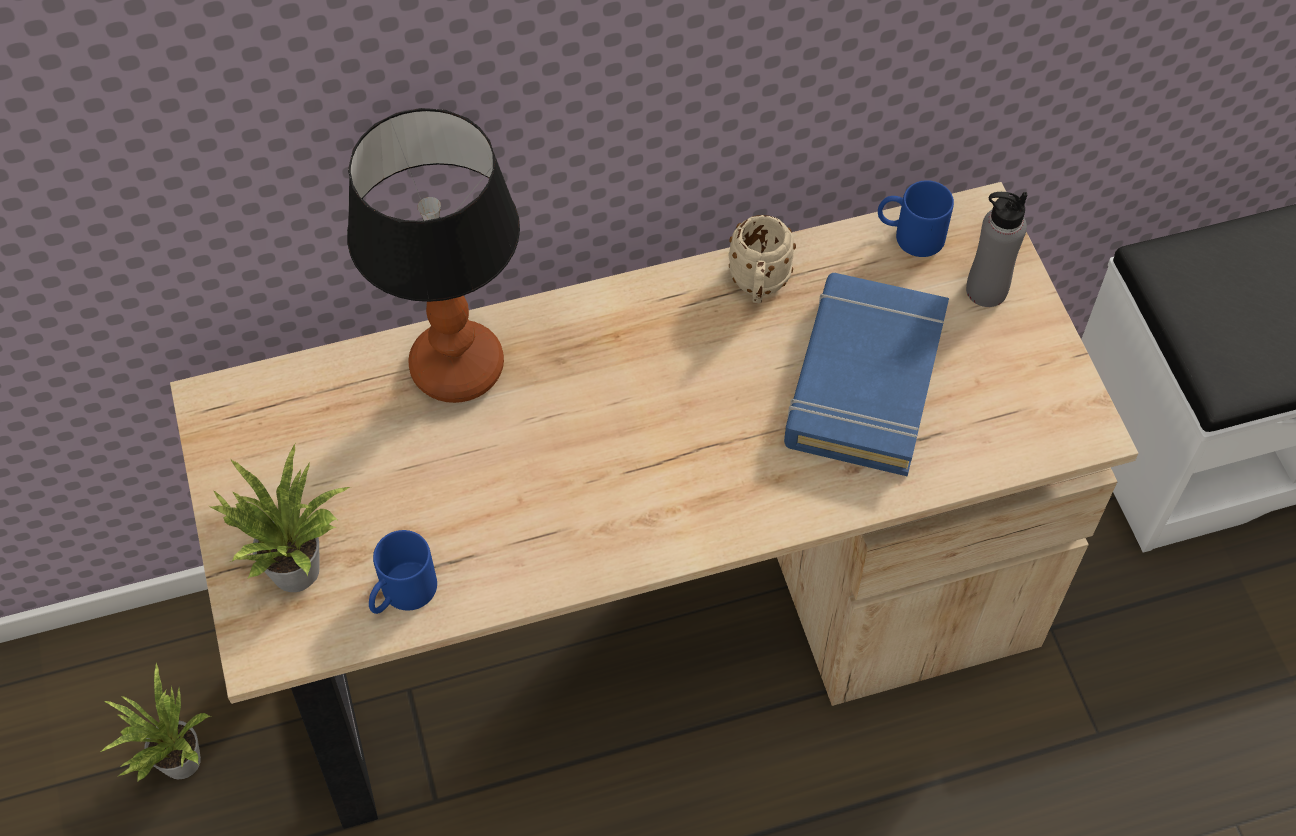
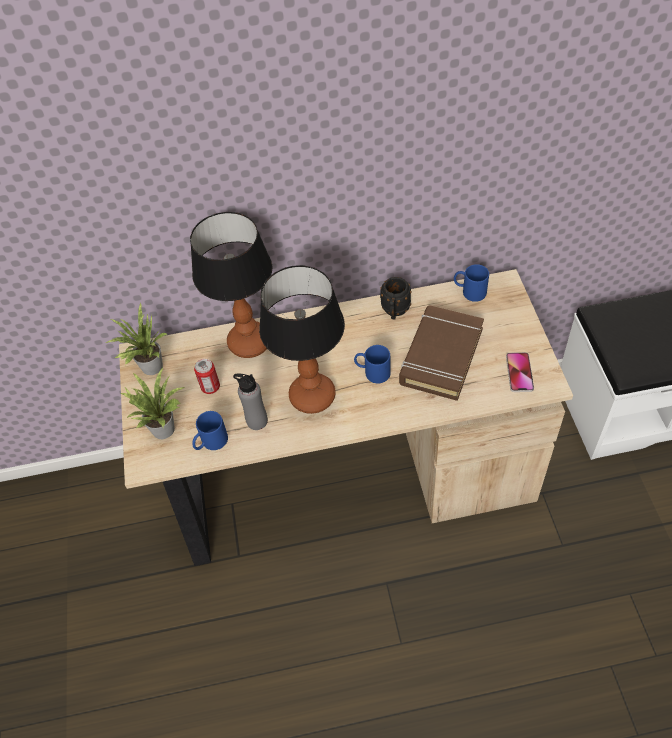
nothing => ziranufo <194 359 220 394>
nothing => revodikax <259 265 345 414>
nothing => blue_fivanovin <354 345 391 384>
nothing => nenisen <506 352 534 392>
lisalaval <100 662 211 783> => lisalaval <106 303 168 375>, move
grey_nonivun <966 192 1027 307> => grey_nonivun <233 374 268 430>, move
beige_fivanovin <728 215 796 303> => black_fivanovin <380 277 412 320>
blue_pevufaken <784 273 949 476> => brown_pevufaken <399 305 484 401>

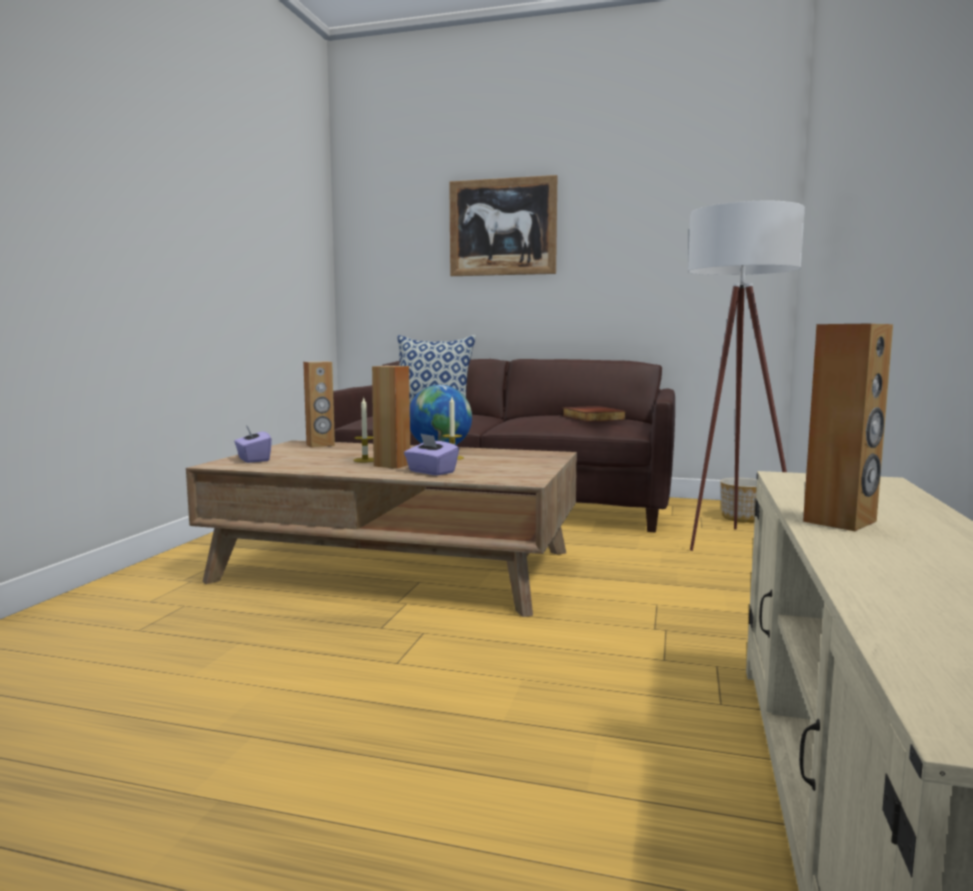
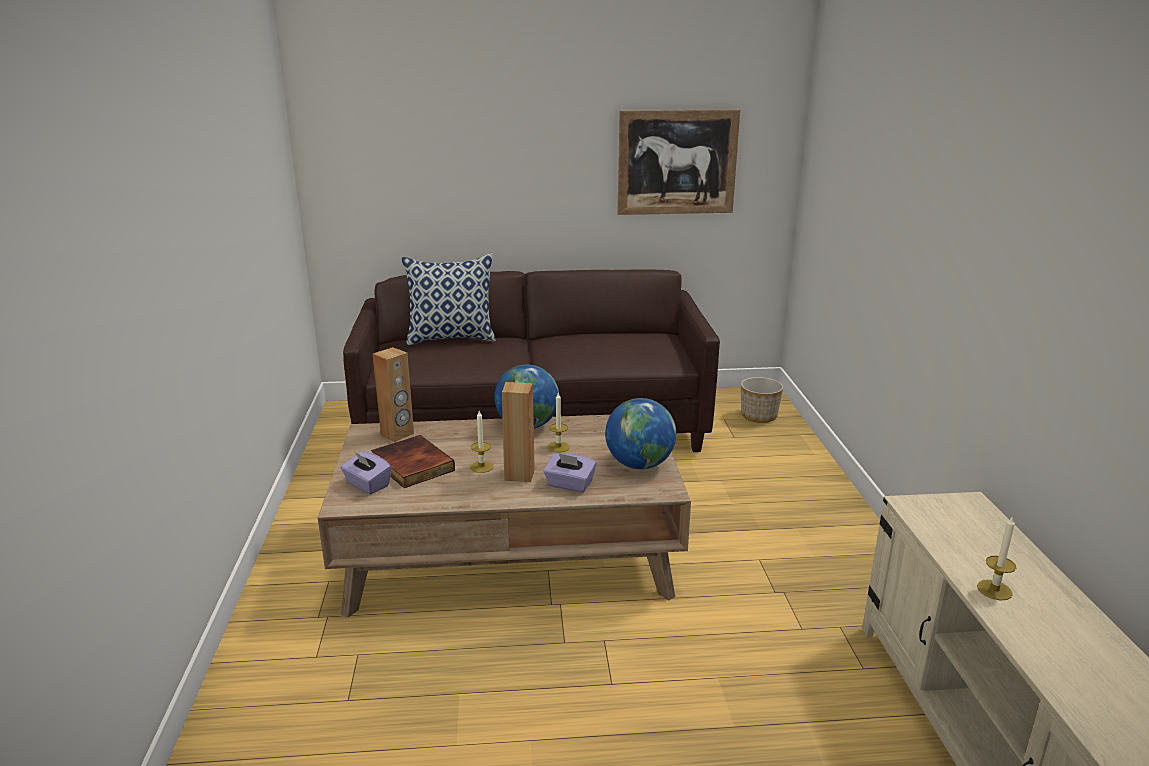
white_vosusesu <688 201 805 551> => nothing
nothing => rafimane <605 398 676 469>
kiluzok <449 175 557 276> => kiluzok <617 109 740 215>, move
pevufaken <562 406 626 422> => pevufaken <371 435 455 488>, move
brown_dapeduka <803 323 893 531> => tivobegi <977 516 1016 600>

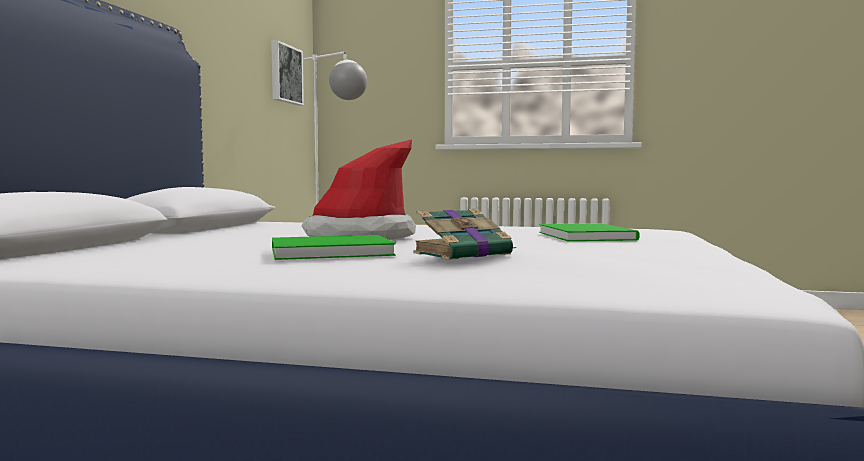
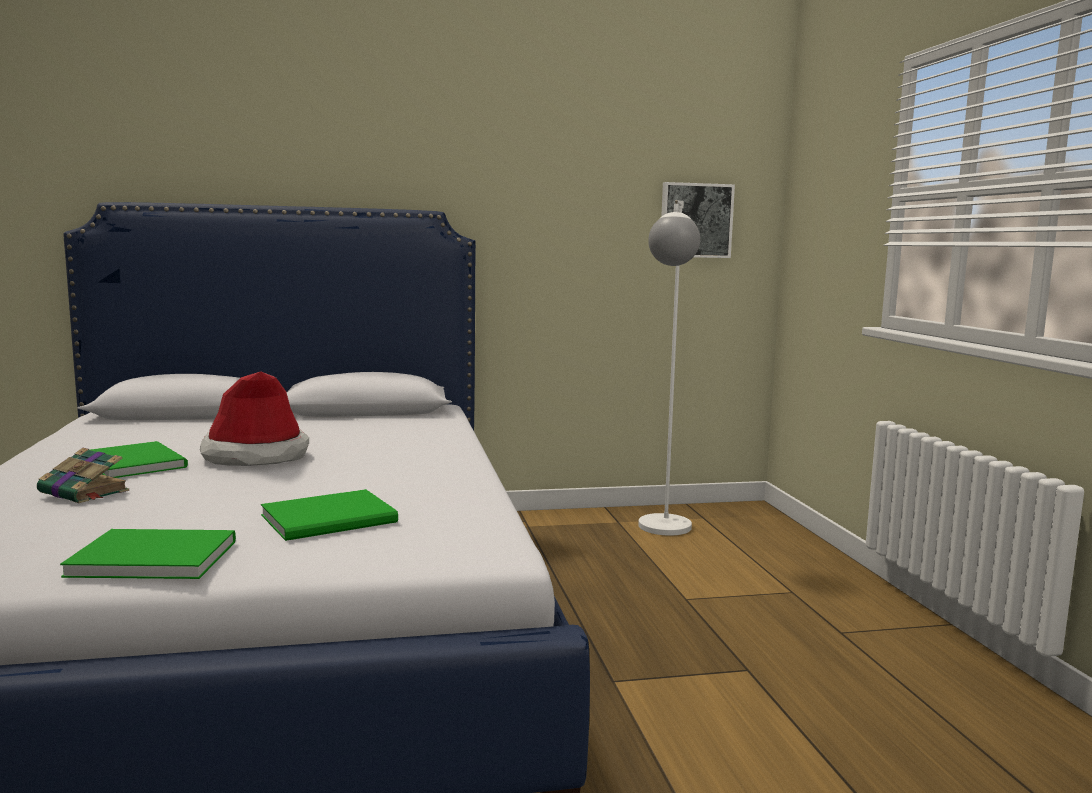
nothing => green_pevufaken <60 529 236 579>

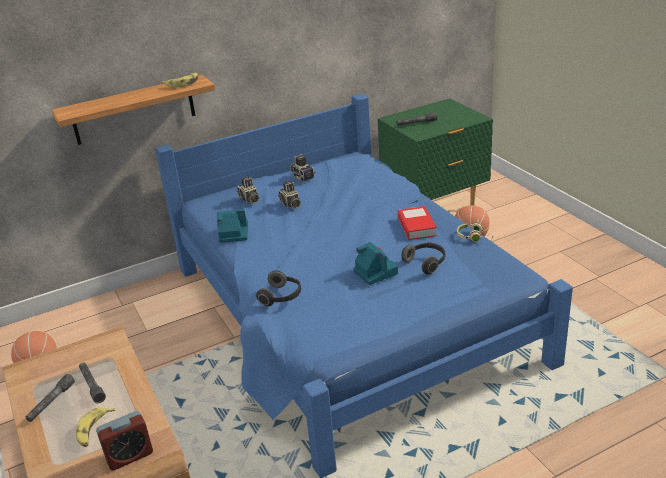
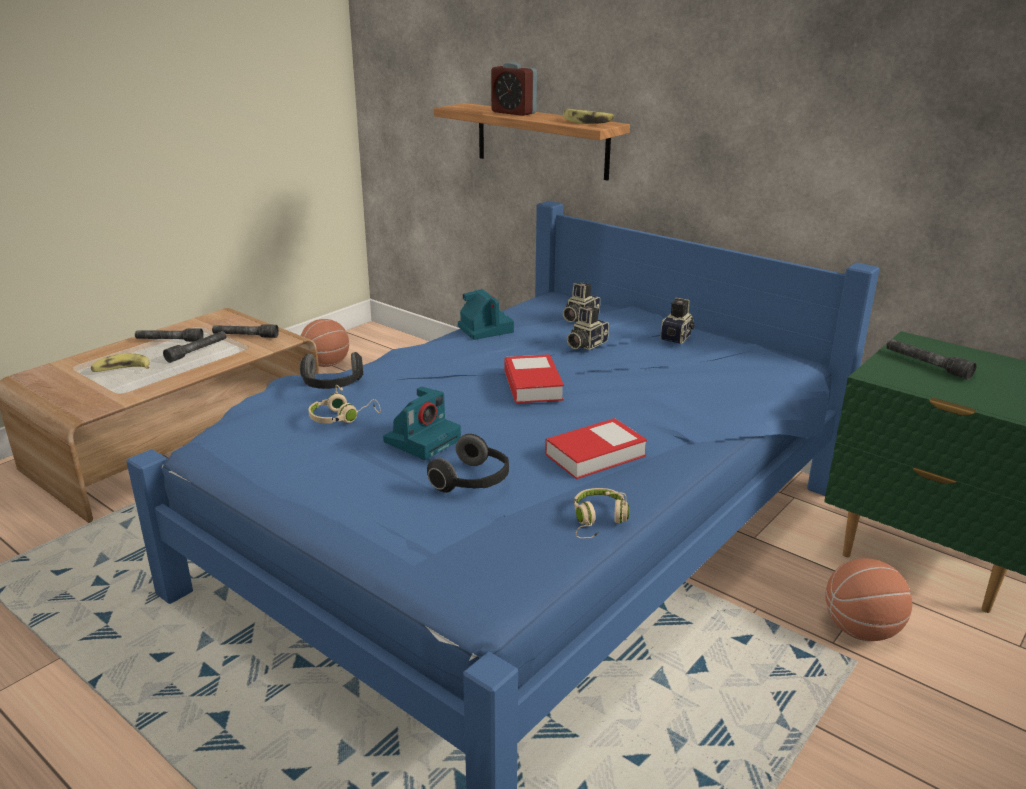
nothing => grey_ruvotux <212 324 279 338>
nothing => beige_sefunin <308 385 381 424>
nothing => pevufaken <504 354 564 403>
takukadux <96 411 153 471> => takukadux <491 62 537 116>, move

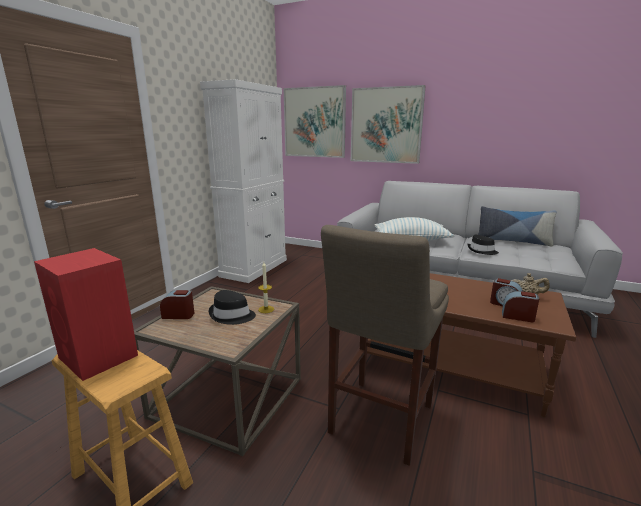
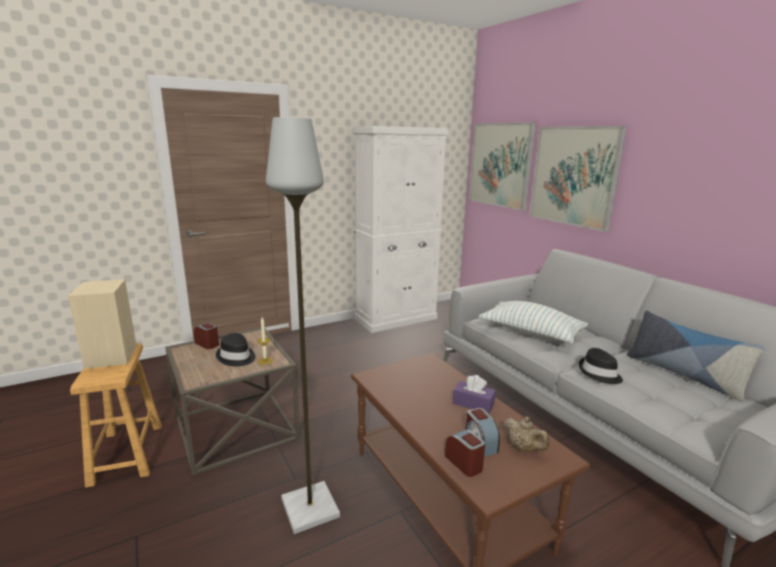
nothing => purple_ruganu <453 375 496 414>
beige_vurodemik <321 225 449 466> => grey_vosusesu <266 117 340 534>
red_dapeduka <34 248 138 381> => beige_dapeduka <68 279 137 369>

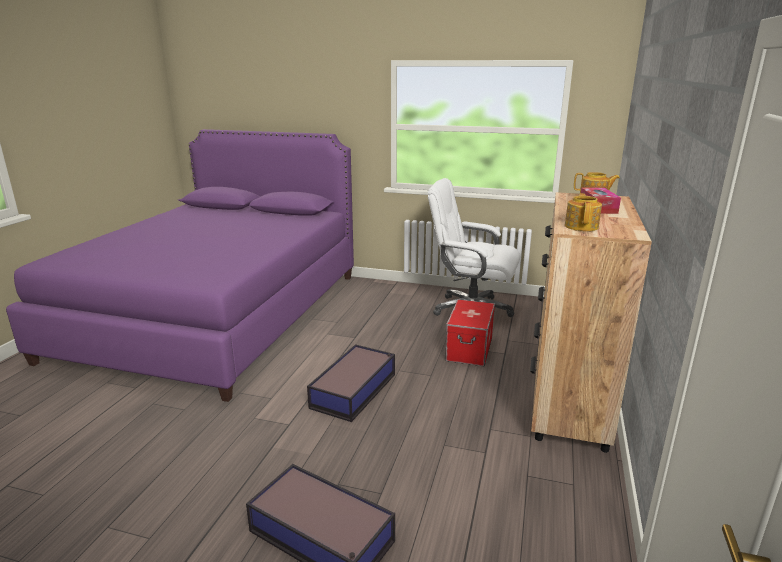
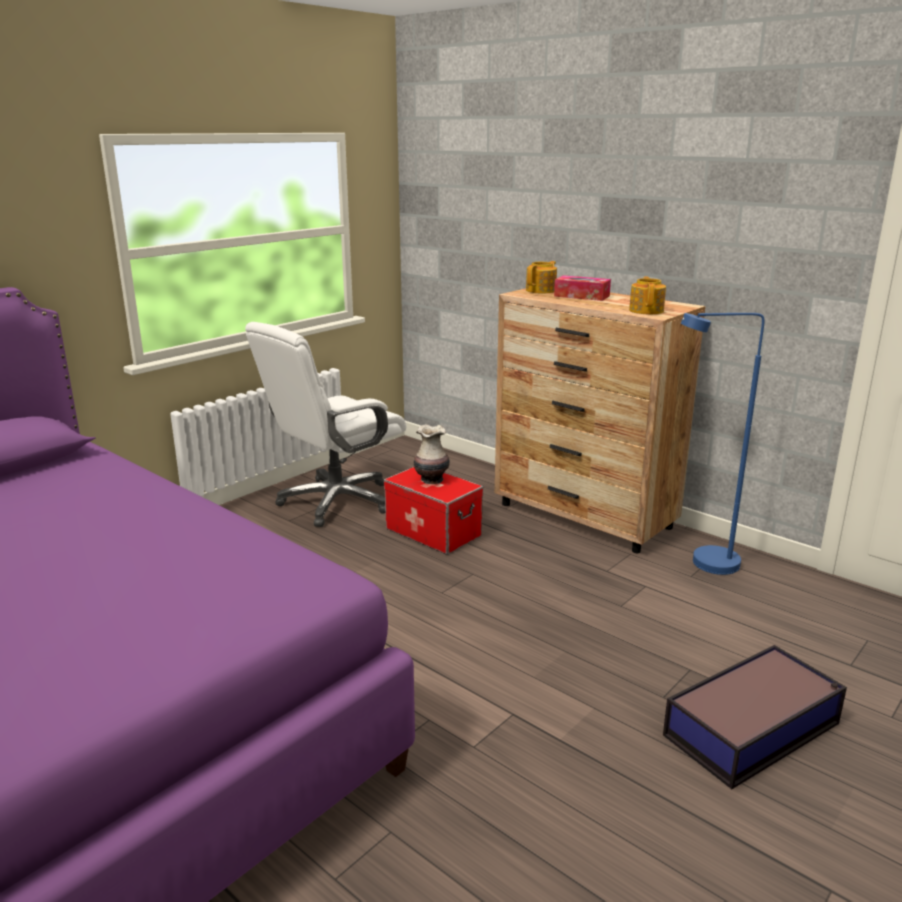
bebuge <307 344 395 422> => nothing
nothing => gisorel <414 424 450 484>
nothing => blue_vosusesu <681 313 765 575>
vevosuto <565 193 602 231> => vevosuto <629 277 666 314>, 60 degrees clockwise

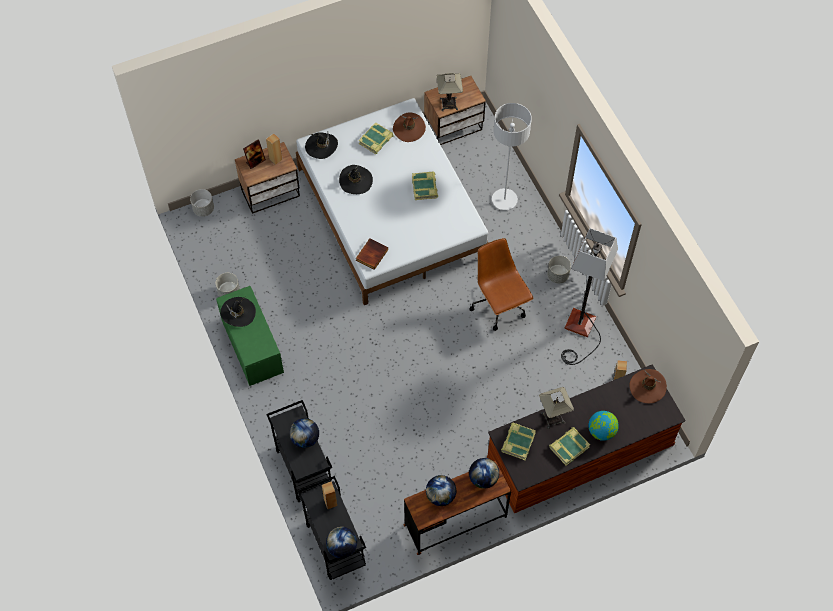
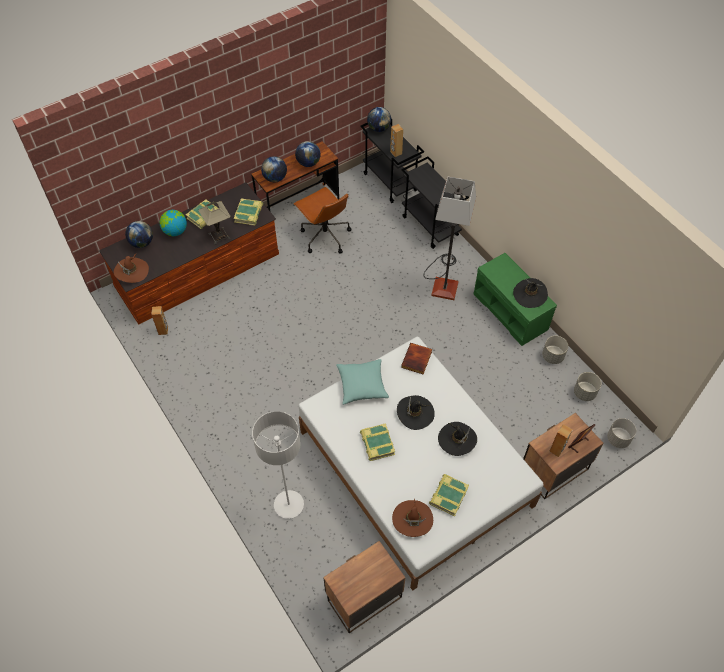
revodikax <437 73 463 111> => nothing
nothing => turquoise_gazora <336 359 389 405>
rafimane <289 418 319 448> => rafimane <125 221 153 248>, move
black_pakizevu <305 131 338 159> => black_pakizevu <397 395 435 430>, move
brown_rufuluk <469 238 534 331> => brown_rufuluk <294 187 351 254>, move
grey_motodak <547 256 571 284> => grey_motodak <574 372 601 401>, move
vosusesu <561 228 618 365> => vosusesu <423 176 476 300>, move

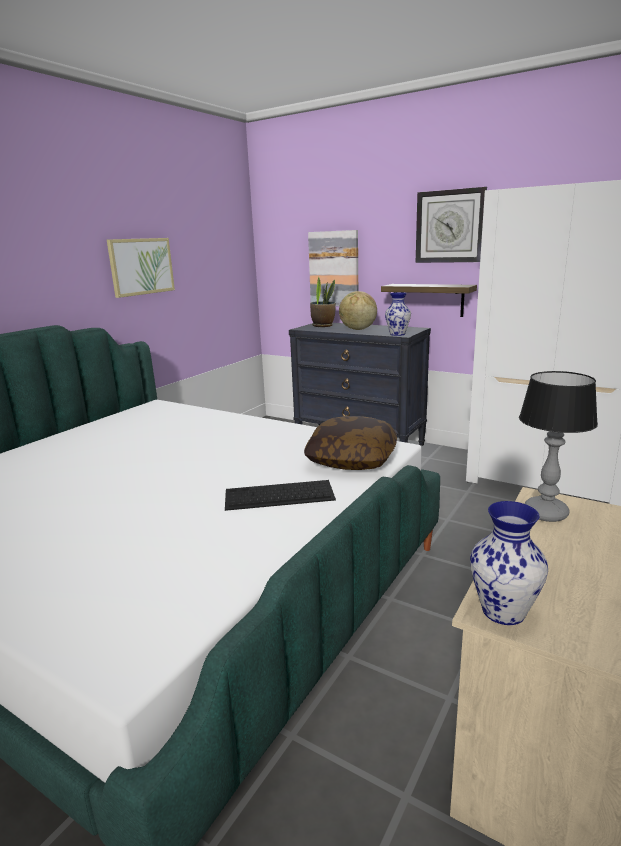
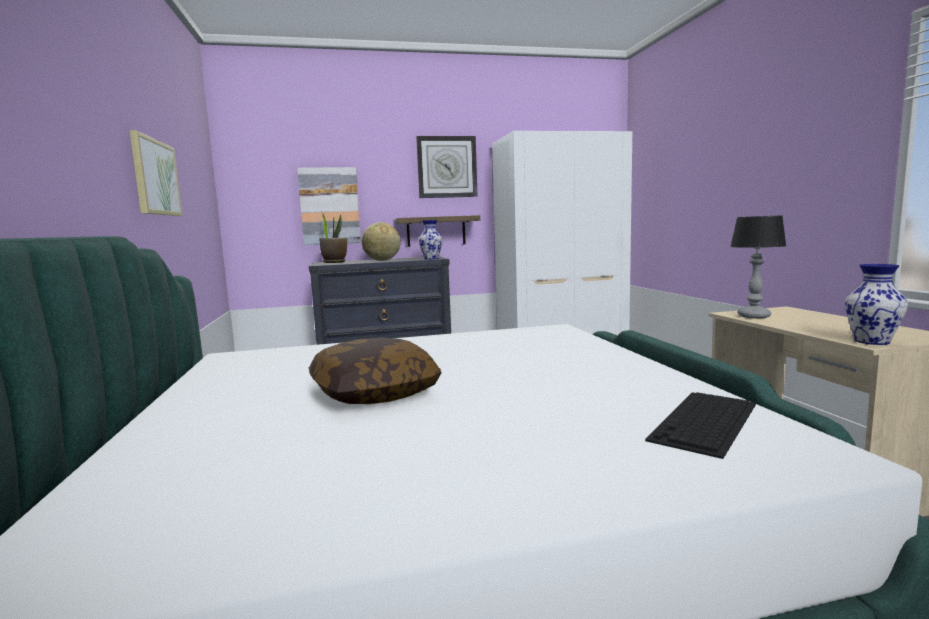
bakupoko <225 480 336 511> => bakupoko <645 392 756 459>, move
gazora <304 416 397 470> => gazora <309 337 442 404>, move

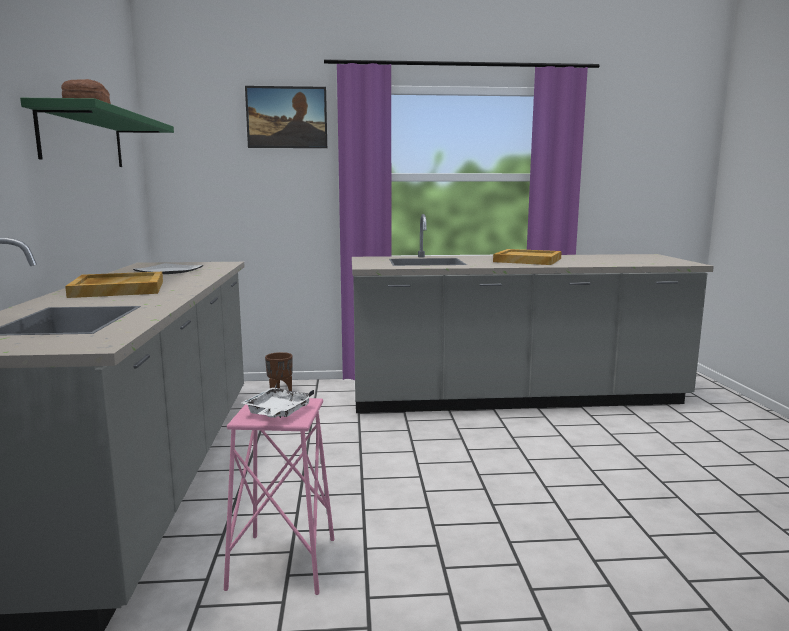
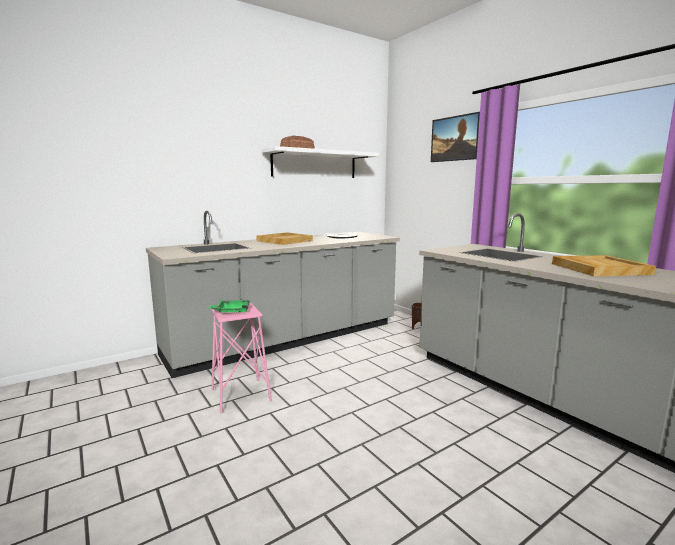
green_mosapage <20 98 174 167> => white_mosapage <261 146 379 178>
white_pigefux <241 388 314 418> => green_pigefux <209 300 250 313>

